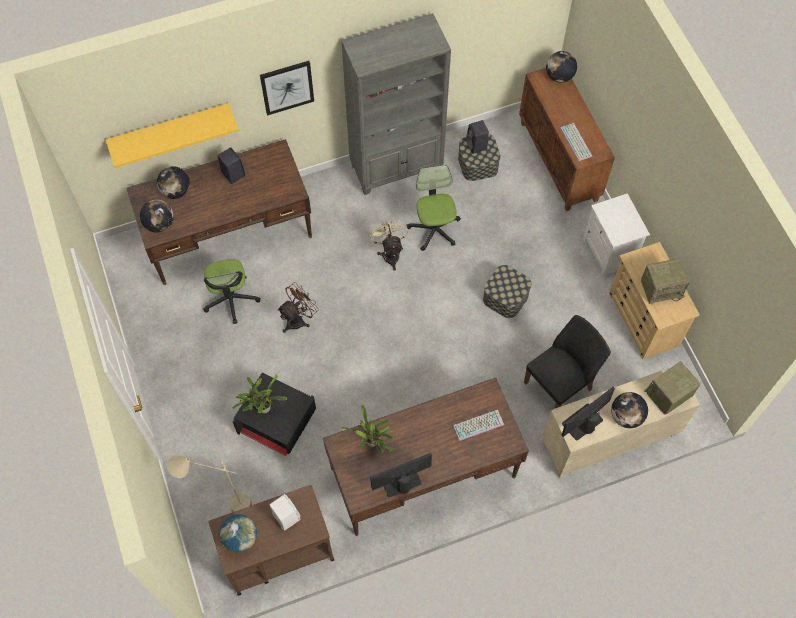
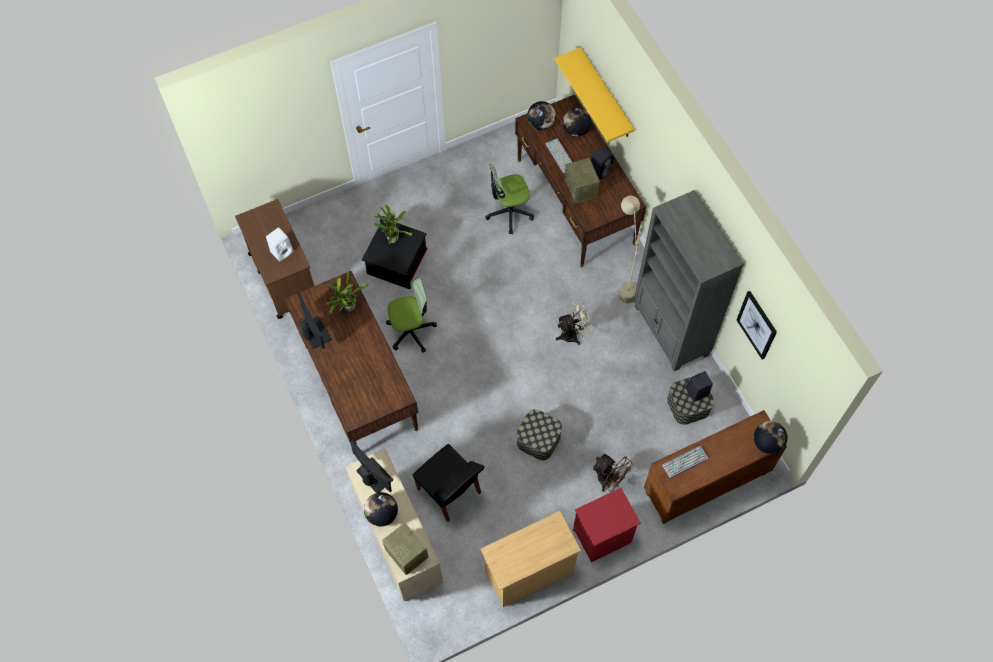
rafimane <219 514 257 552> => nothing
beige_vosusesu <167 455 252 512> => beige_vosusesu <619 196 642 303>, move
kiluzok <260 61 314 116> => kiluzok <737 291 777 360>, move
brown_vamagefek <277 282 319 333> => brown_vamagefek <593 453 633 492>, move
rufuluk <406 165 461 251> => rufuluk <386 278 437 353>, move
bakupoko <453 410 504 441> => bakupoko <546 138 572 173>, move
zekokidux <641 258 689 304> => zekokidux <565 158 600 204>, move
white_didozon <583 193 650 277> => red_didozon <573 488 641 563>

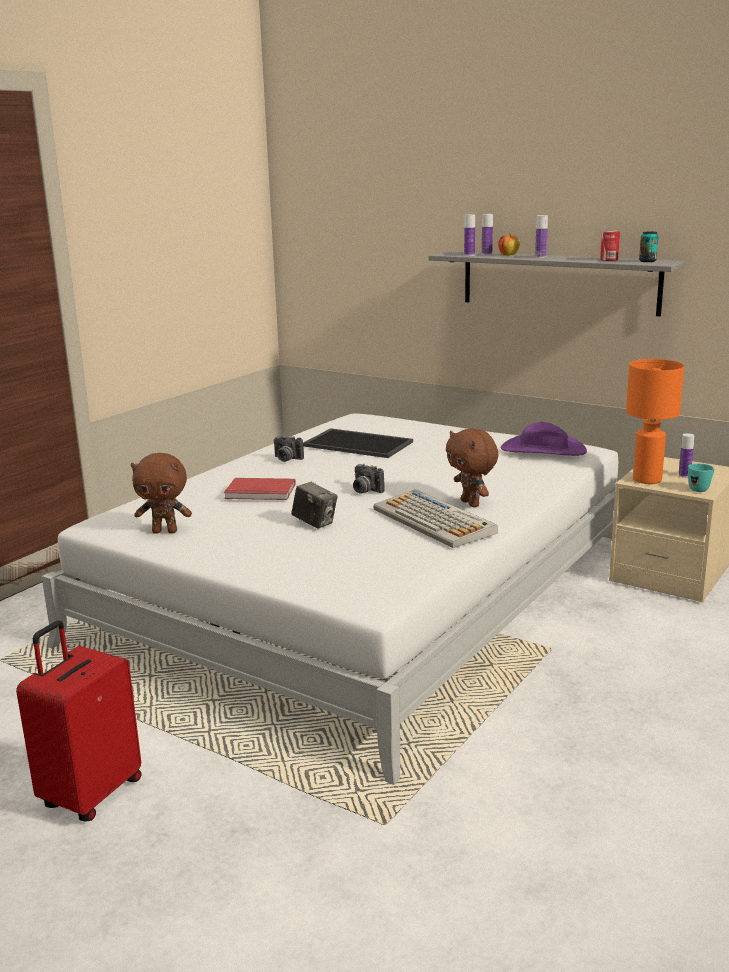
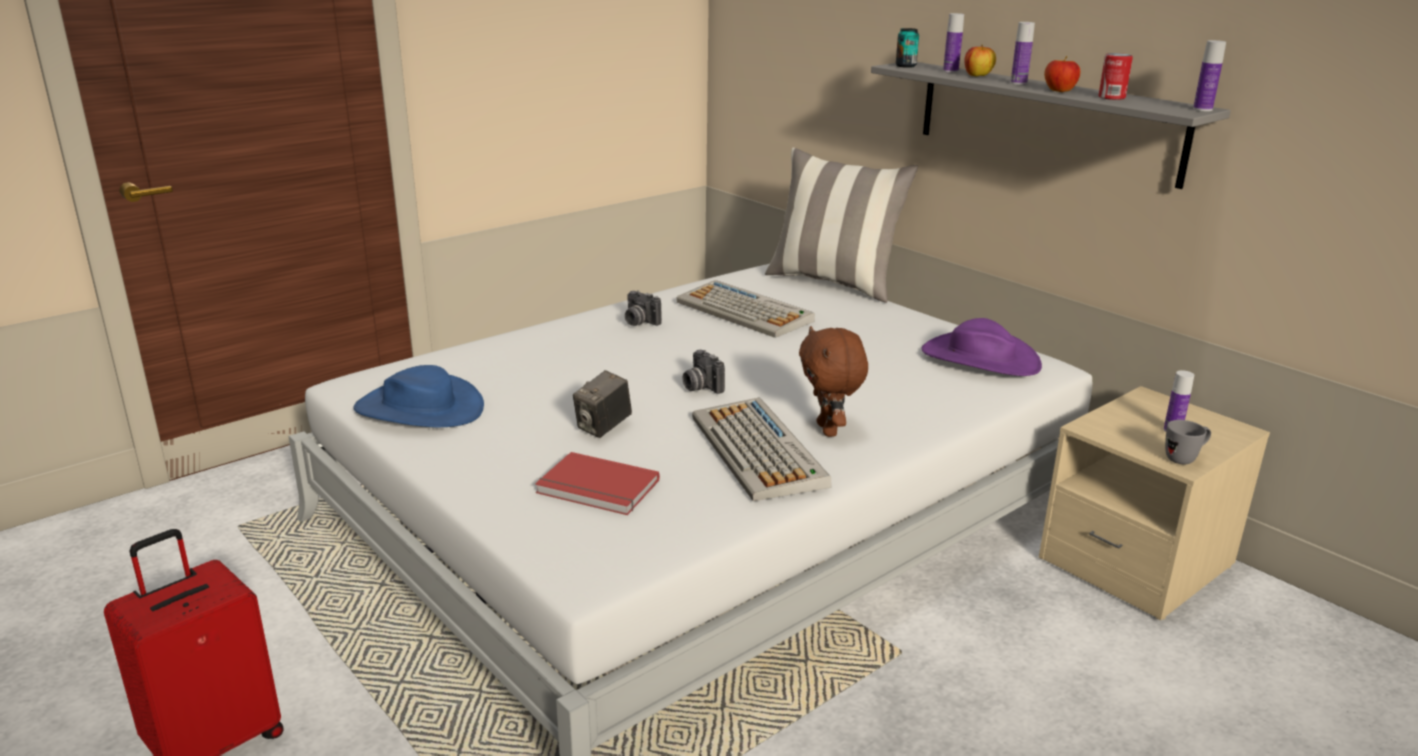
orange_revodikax <626 359 684 484> => nothing
nothing => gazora <765 148 918 303>
nothing => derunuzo <1044 56 1080 92>
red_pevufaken <224 478 296 500> => red_pevufaken <535 452 660 515>, move
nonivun <464 215 475 256> => nonivun <1193 40 1226 111>, move
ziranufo <639 232 658 262> => ziranufo <896 28 919 68>, move
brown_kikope <131 453 192 534> => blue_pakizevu <353 365 484 427>
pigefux <303 428 413 458> => bakupoko <677 280 815 338>
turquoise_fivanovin <688 463 714 492> => grey_fivanovin <1165 420 1211 464>
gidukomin <291 482 338 528> => gidukomin <573 370 632 438>, 75 degrees clockwise

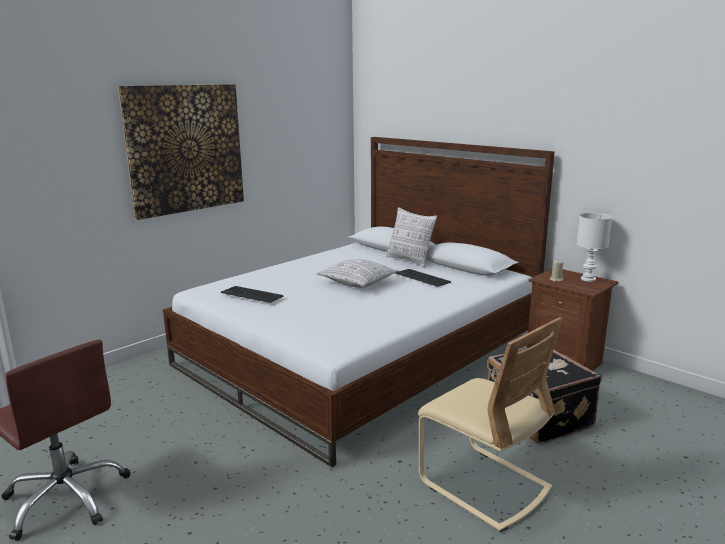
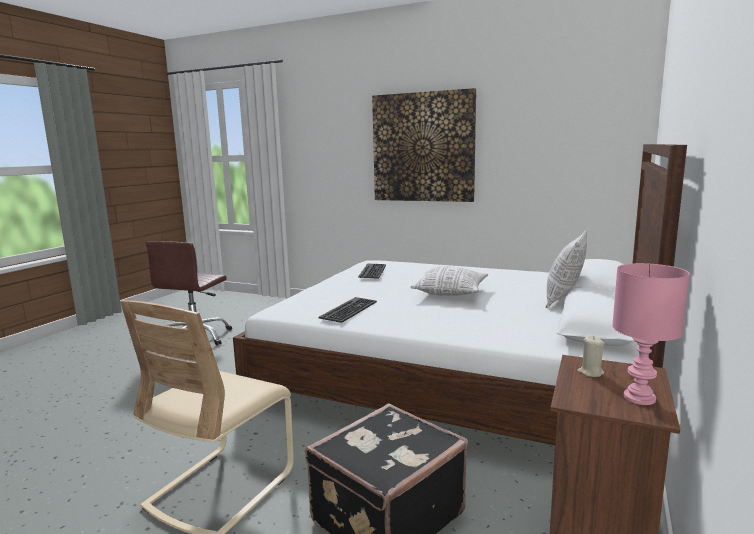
bakupoko <395 269 451 287> => bakupoko <319 297 377 323>, move
white_revodikax <576 213 612 282> => pink_revodikax <612 263 690 405>

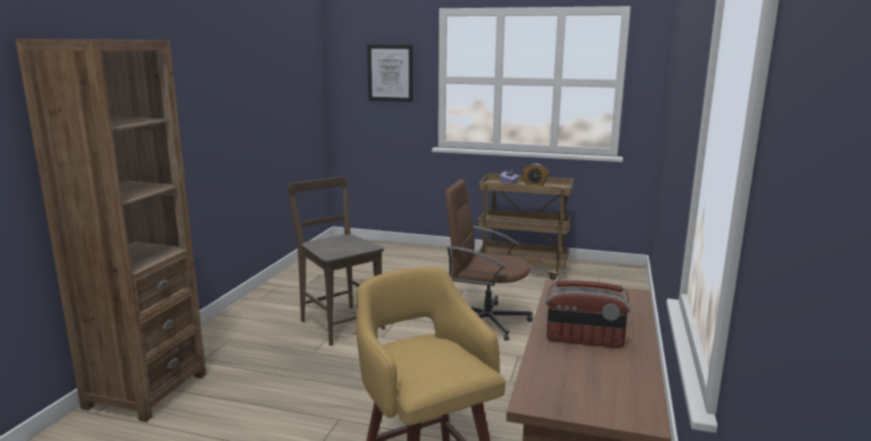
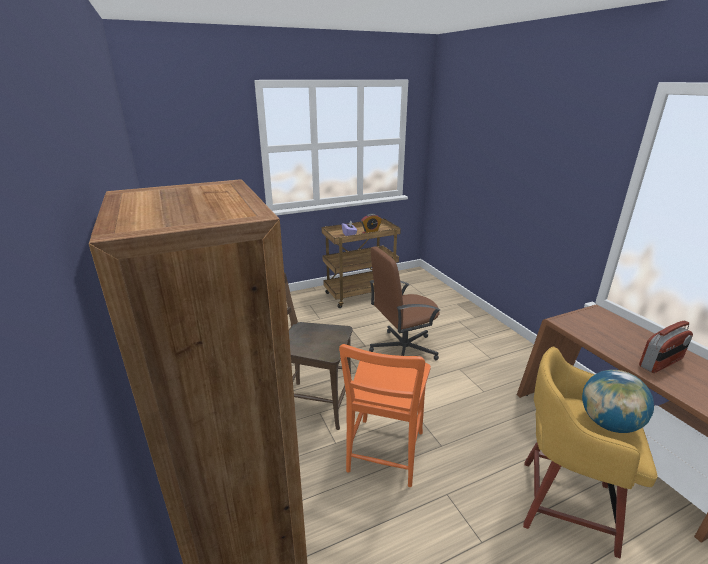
kiluzok <367 45 413 102> => nothing
nothing => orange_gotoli <339 344 431 487>
nothing => rafimane <582 370 654 433>

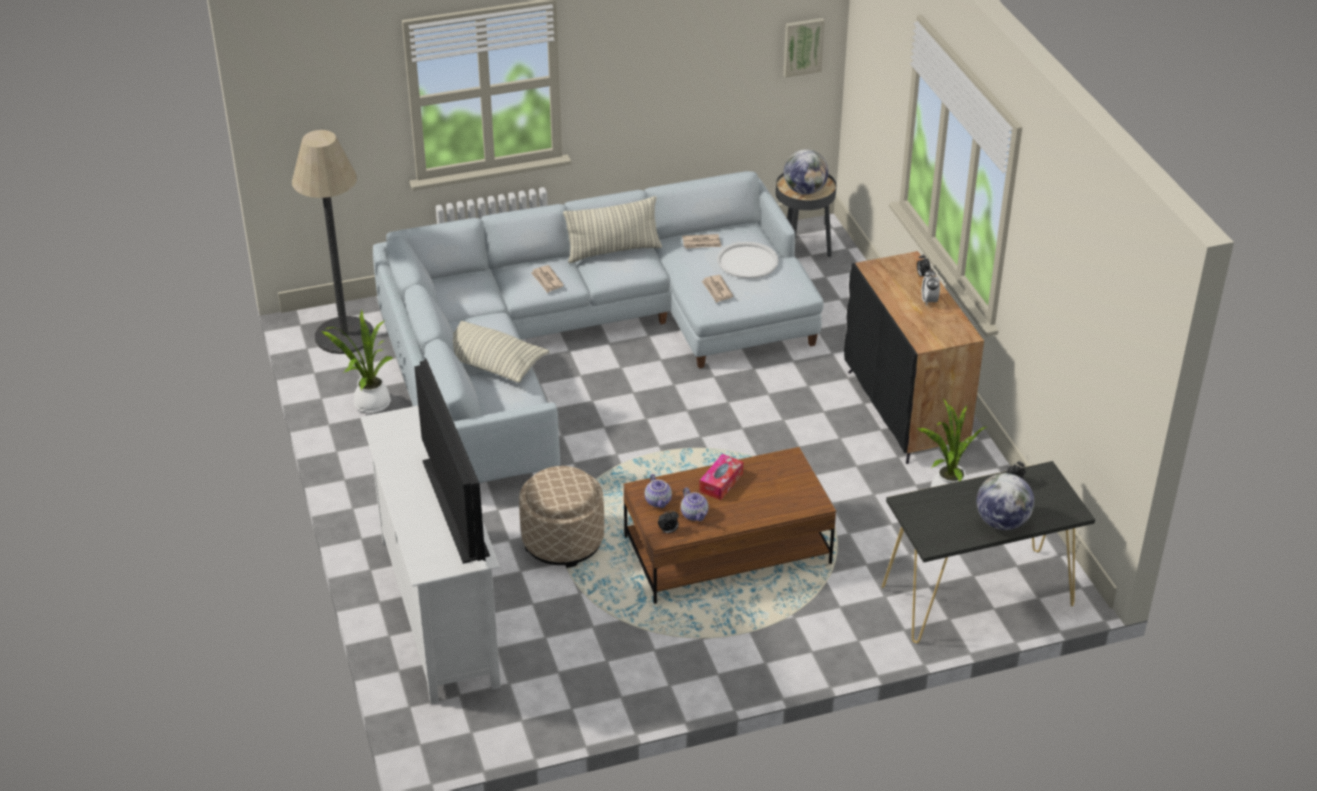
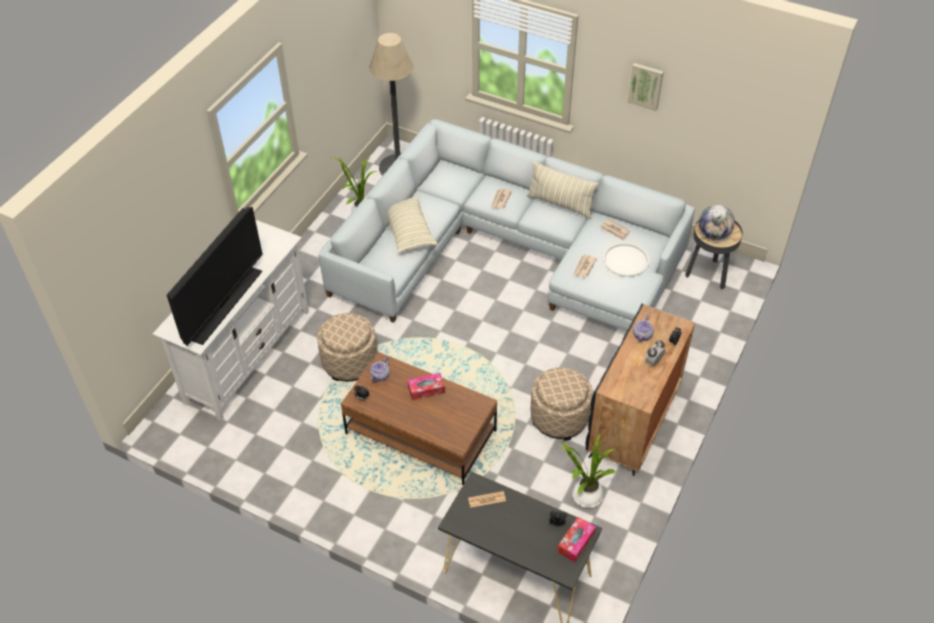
rafimane <976 473 1034 530> => nothing
nothing => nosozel <468 491 506 508>
nothing => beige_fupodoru <531 368 593 441>
nothing => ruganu <557 517 596 562>
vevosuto <681 487 708 521> => vevosuto <633 315 654 342>, move
kiluzok <783 18 825 78> => kiluzok <628 63 664 111>, move

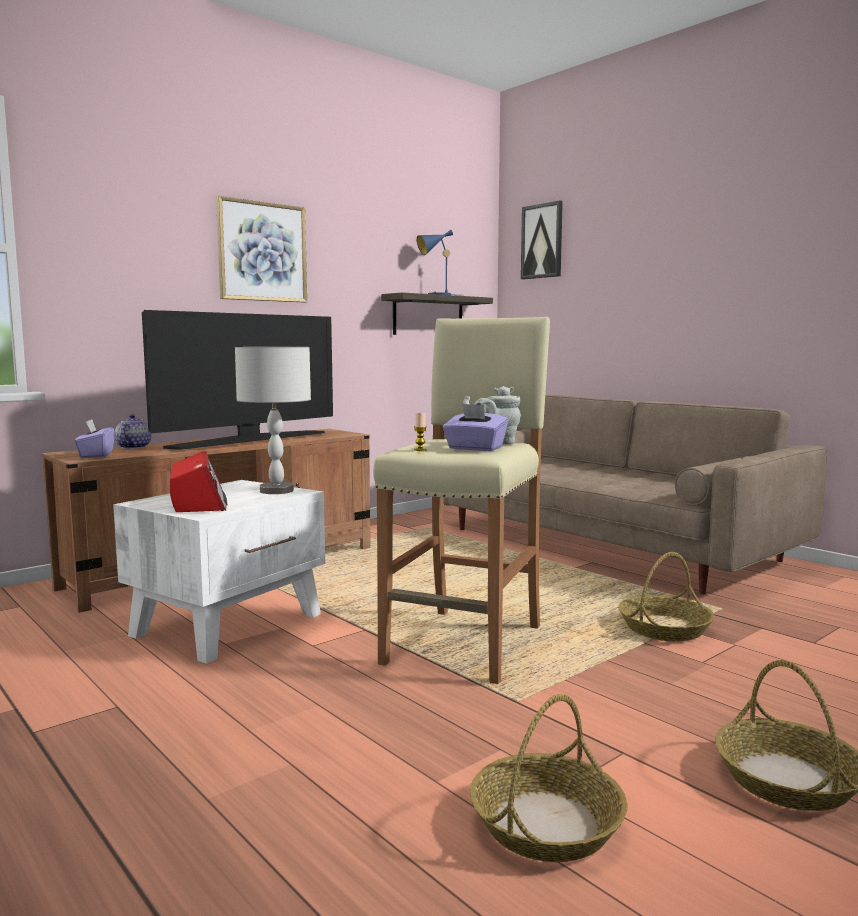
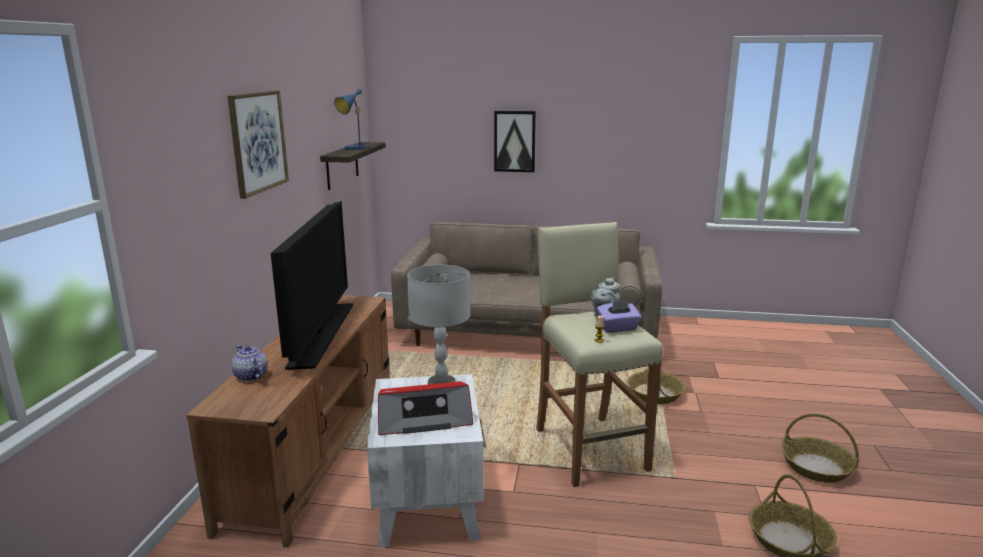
purple_ruganu <74 419 115 458> => nothing
kiluzok <521 200 563 279> => kiluzok <494 111 536 172>, move
zekokidux <170 451 228 512> => zekokidux <378 381 474 435>, 135 degrees clockwise

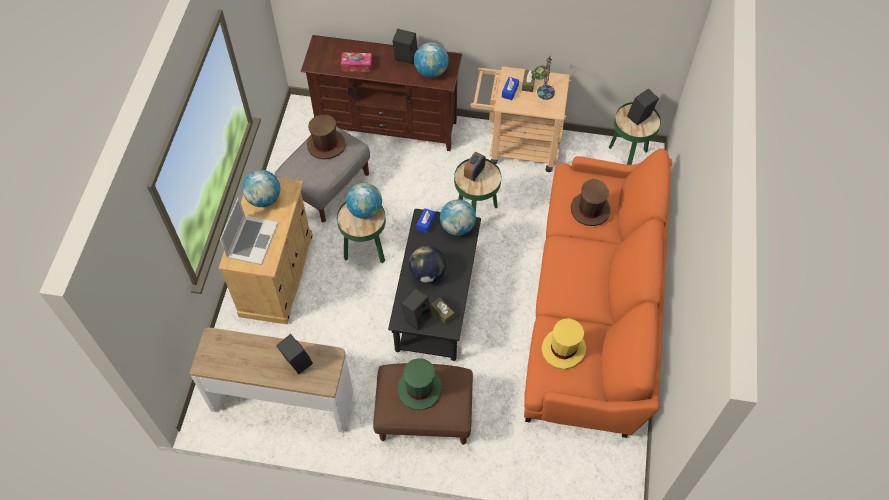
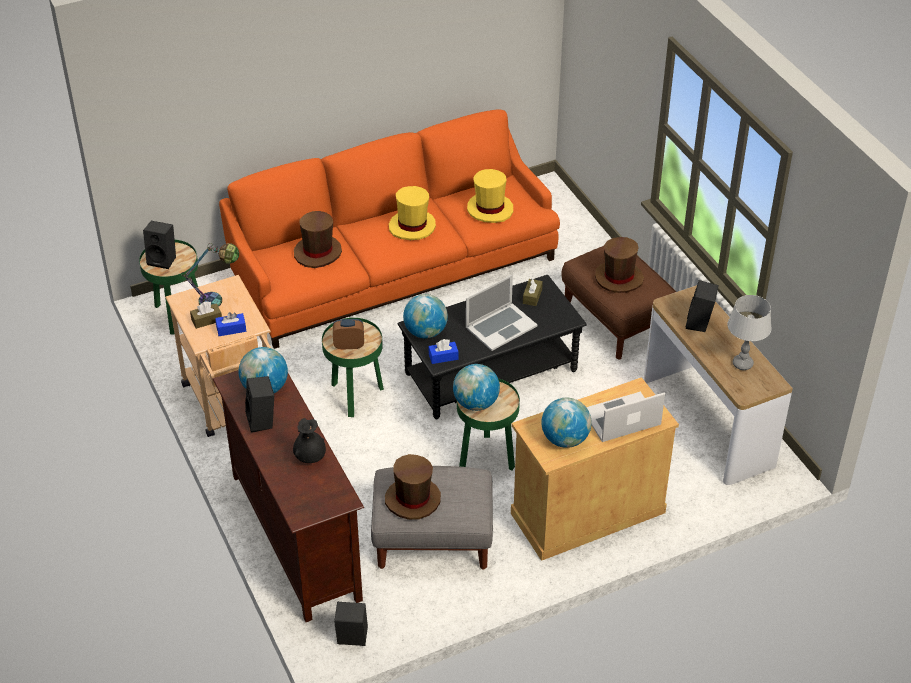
nothing => yellow_pakizevu <389 186 436 240>
nothing => grey_revodikax <728 295 772 370>
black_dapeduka <401 288 432 331> => black_dapeduka <334 602 368 646>, move
ruganu <341 53 372 72> => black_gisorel <293 418 326 463>
rafimane <409 246 446 283> => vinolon <466 275 538 351>
green_pakizevu <398 358 442 410> => brown_pakizevu <595 237 644 293>

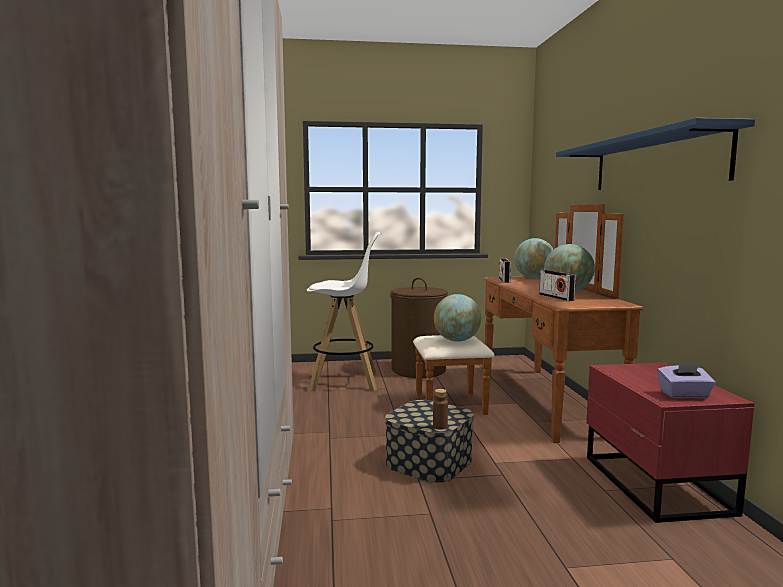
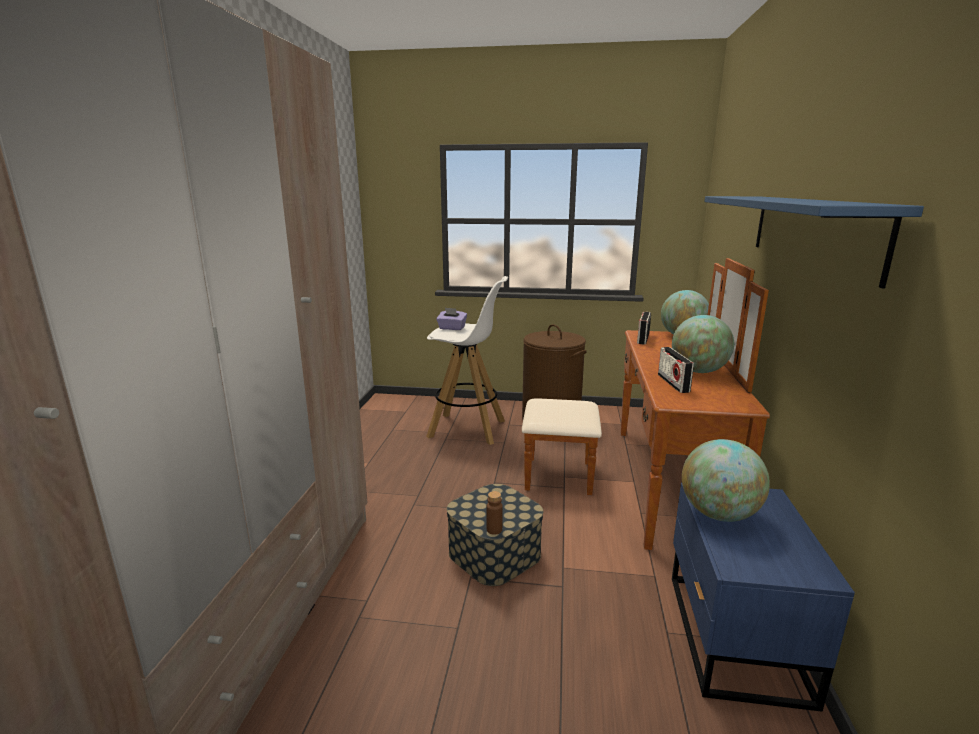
rafimane <434 294 481 342> => rafimane <682 439 770 522>, move
purple_ruganu <657 362 716 399> => purple_ruganu <436 308 467 330>, move
red_didozon <586 363 755 523> => blue_didozon <672 482 855 712>

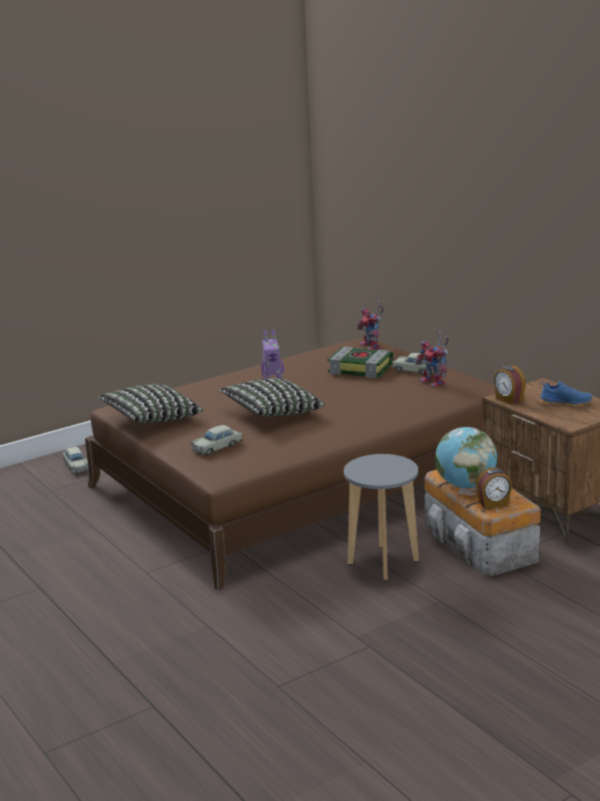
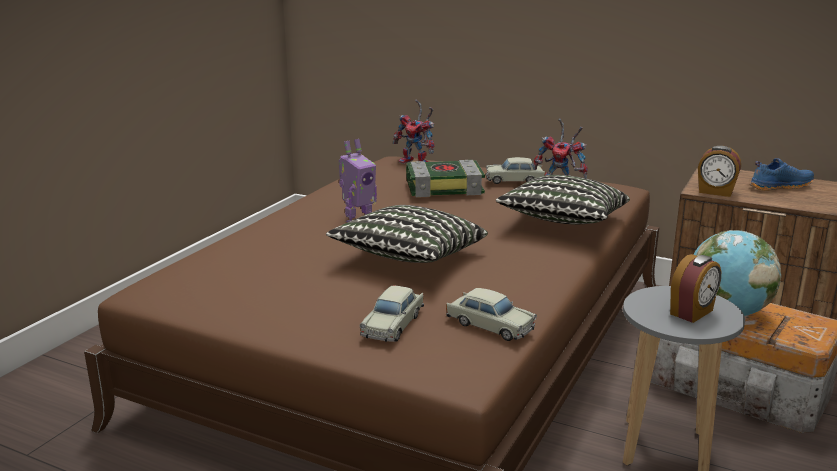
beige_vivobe <62 447 89 474> => beige_vivobe <446 288 537 341>, move
gazora <98 384 203 423> => gazora <496 175 630 224>, move
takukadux <476 467 512 509> => takukadux <670 254 721 323>, move

